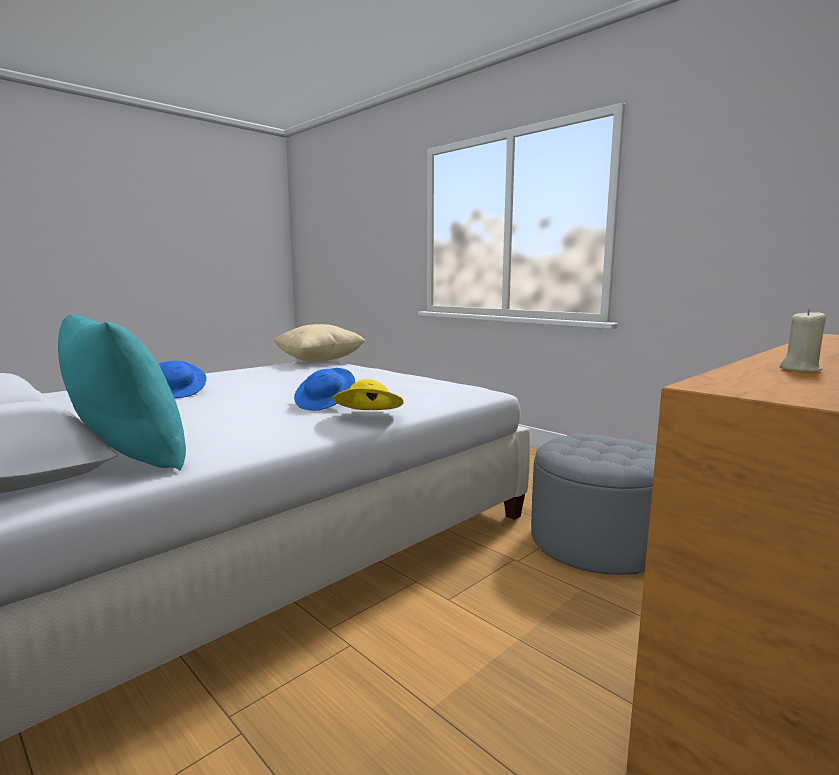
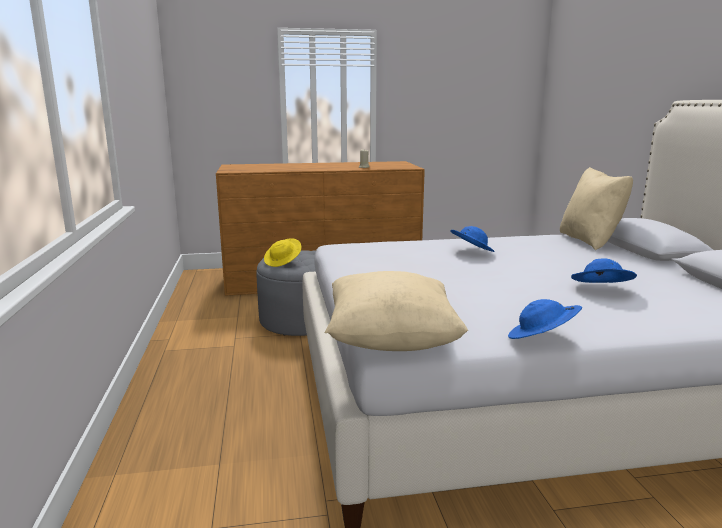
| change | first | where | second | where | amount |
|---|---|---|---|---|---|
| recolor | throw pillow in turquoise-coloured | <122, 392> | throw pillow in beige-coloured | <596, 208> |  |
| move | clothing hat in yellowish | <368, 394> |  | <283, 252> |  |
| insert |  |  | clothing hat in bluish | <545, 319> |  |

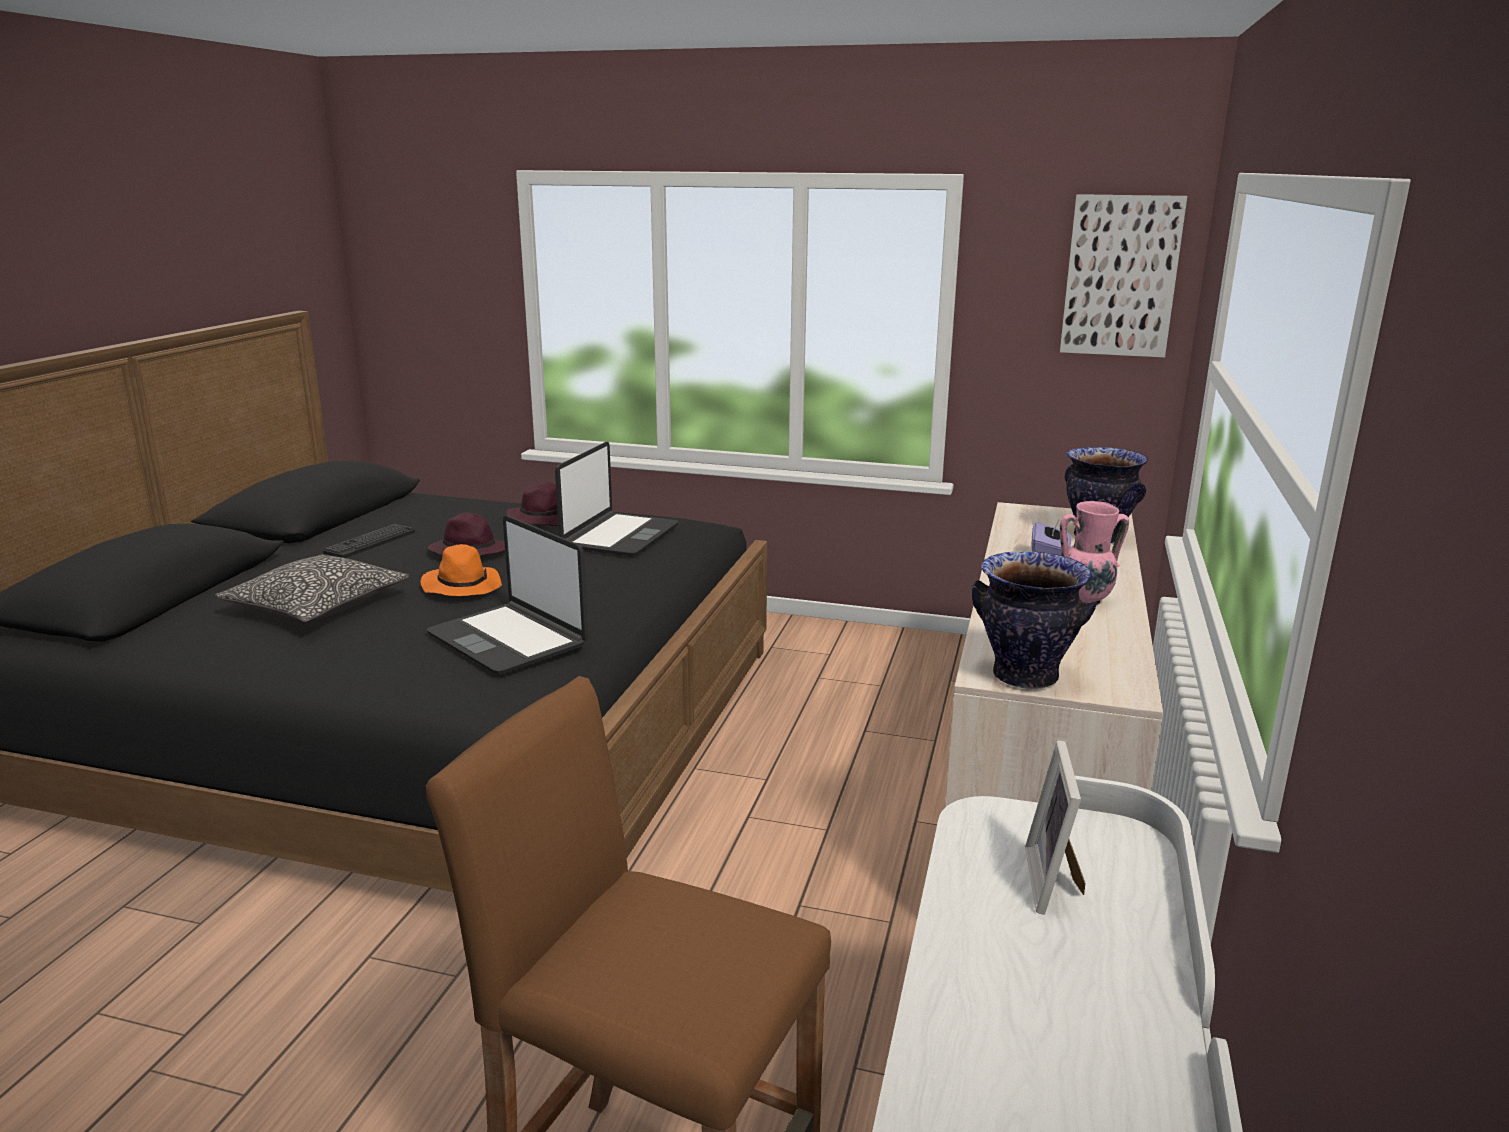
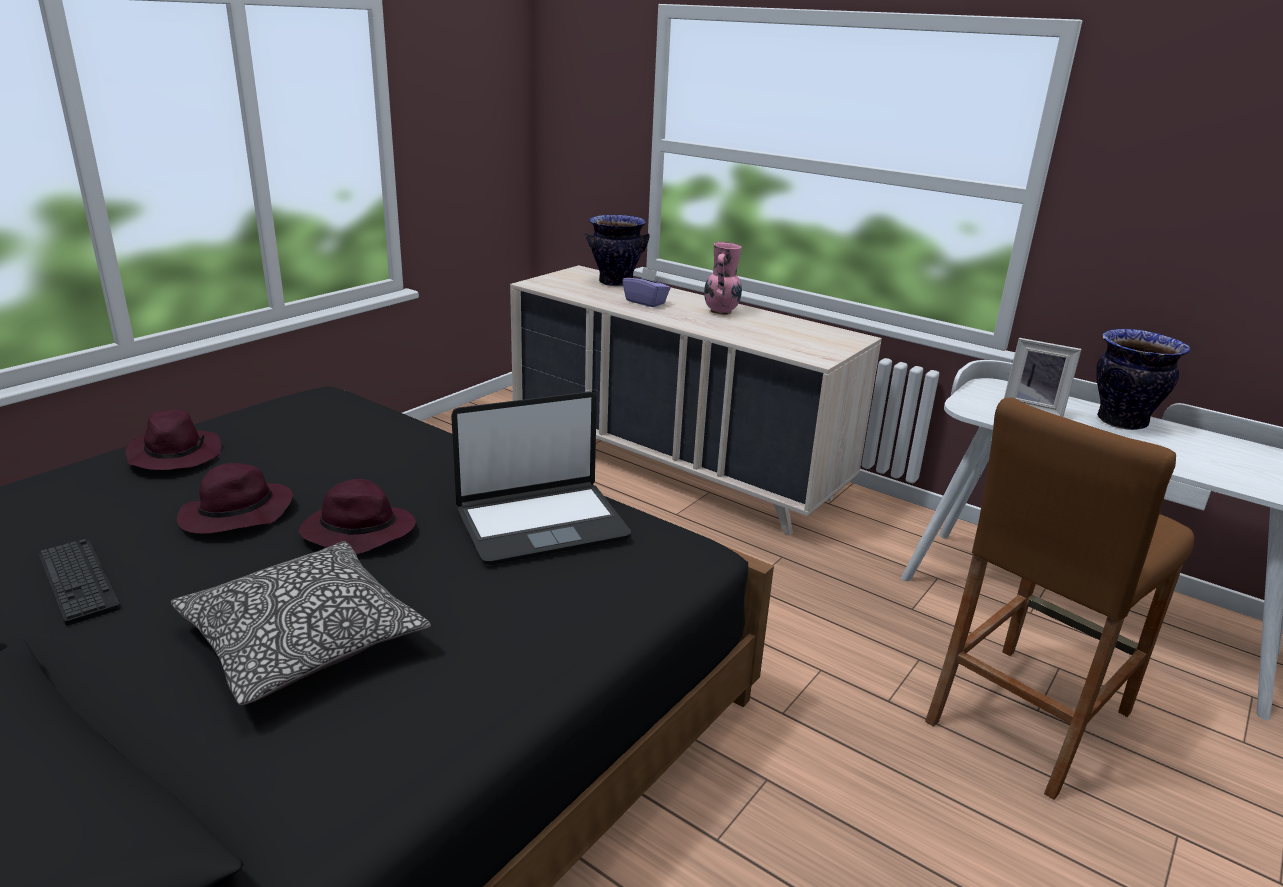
| change | first | where | second | where | amount |
|---|---|---|---|---|---|
| recolor | clothing hat in orange | <461, 570> | clothing hat in purple | <357, 516> |  |
| delete | notebook computer | <616, 499> |  |  |  |
| move | decorative vase | <1034, 620> |  | <1143, 379> |  |
| delete | wall picture | <1123, 276> |  |  |  |

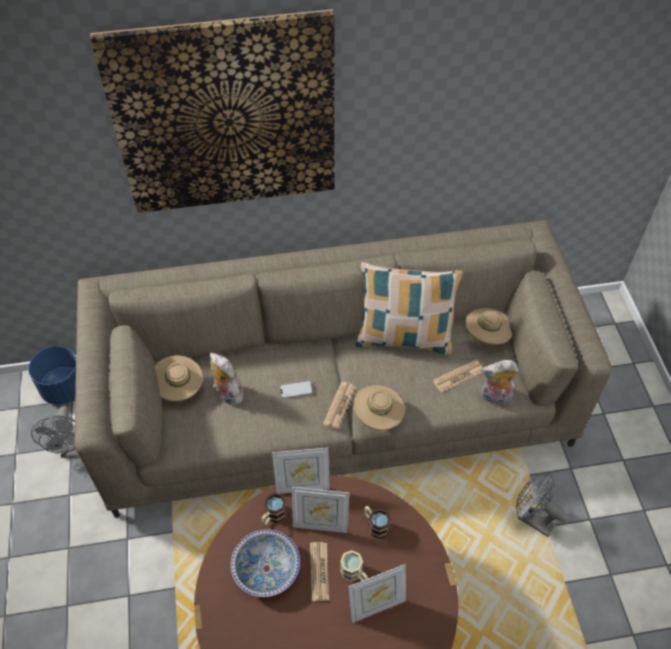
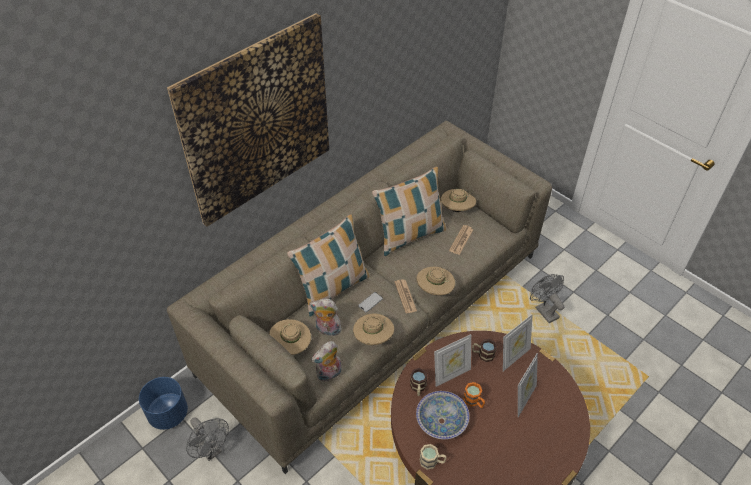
| change | first | where | second | where | amount |
|---|---|---|---|---|---|
| move | photo frame | <301, 471> |  | <518, 342> |  |
| replace | daily paper | <320, 571> | mug in orange | <474, 395> |  |
| move | mug in beige-coloured | <354, 565> |  | <433, 457> |  |
| move | cuddly toy | <499, 382> |  | <326, 361> |  |
| rotate | cooling fan in gray | <542, 505> |  | <547, 298> | 60 degrees clockwise |
| insert |  |  | throw pillow | <328, 265> |  |
| insert |  |  | clothing hat in beige-coloured | <373, 329> |  |

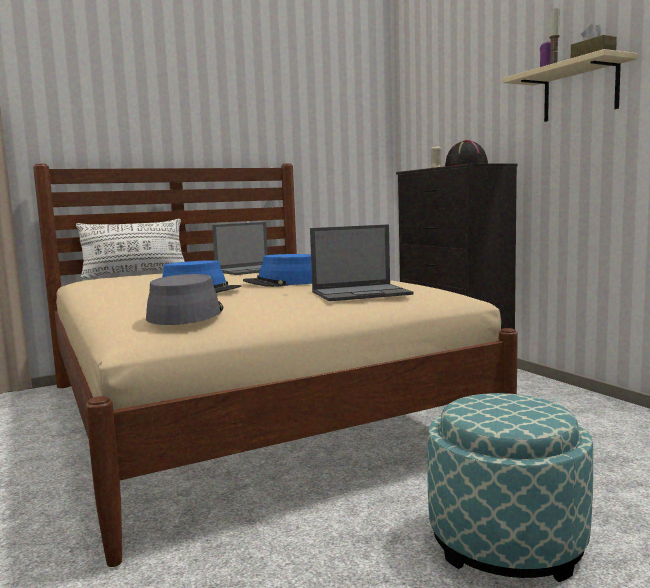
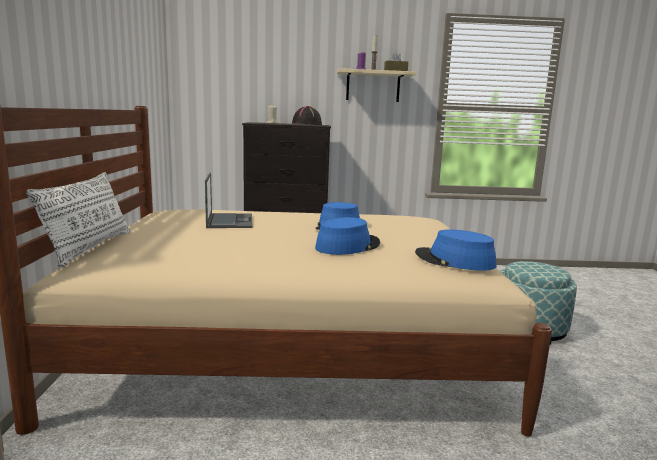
| change | first | where | second | where | amount |
|---|---|---|---|---|---|
| recolor | clothing hat in gray | <185, 299> | clothing hat in bluish | <455, 250> |  |
| delete | notebook computer | <361, 262> |  |  |  |

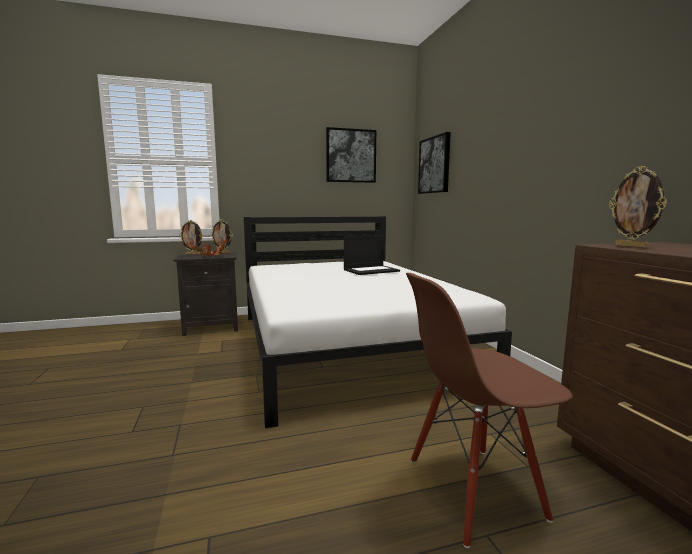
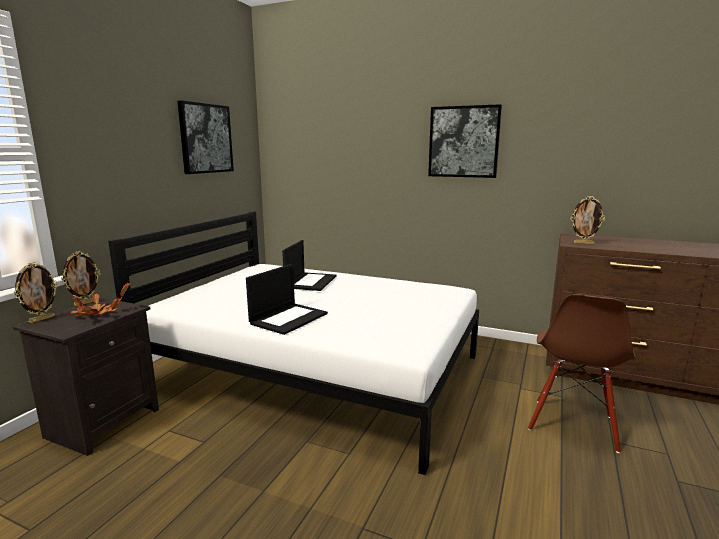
| change | first | where | second | where | amount |
|---|---|---|---|---|---|
| move | wall picture | <434, 163> |  | <465, 141> |  |
| insert |  |  | notebook computer | <287, 299> |  |

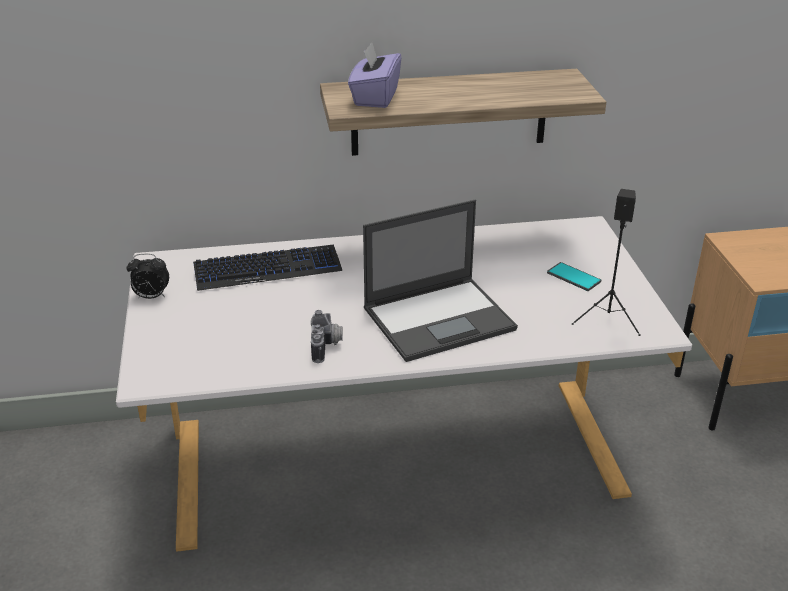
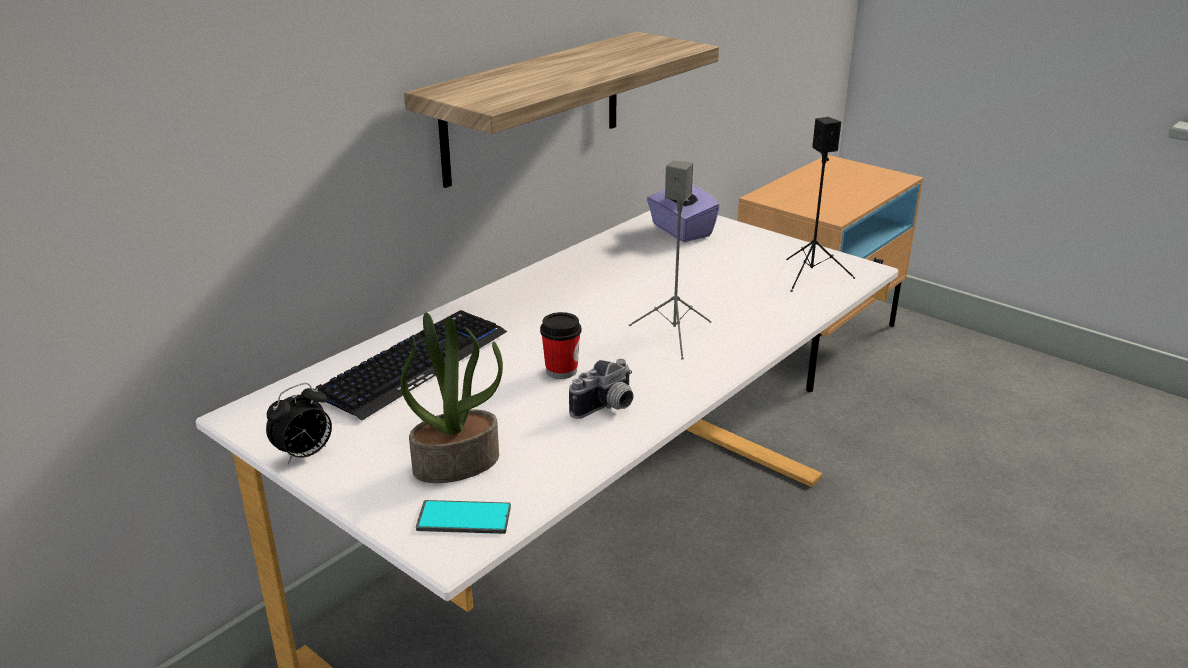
| change | first | where | second | where | amount |
|---|---|---|---|---|---|
| rotate | still camera | <327, 336> |  | <601, 389> | 90 degrees clockwise |
| move | tissue box in purple | <374, 75> |  | <683, 213> |  |
| replace | notebook computer | <440, 281> | loudspeaker in gray | <670, 260> |  |
| move | handset | <574, 276> |  | <463, 517> |  |
| insert |  |  | plant in a pot | <451, 398> |  |
| insert |  |  | cup | <560, 345> |  |

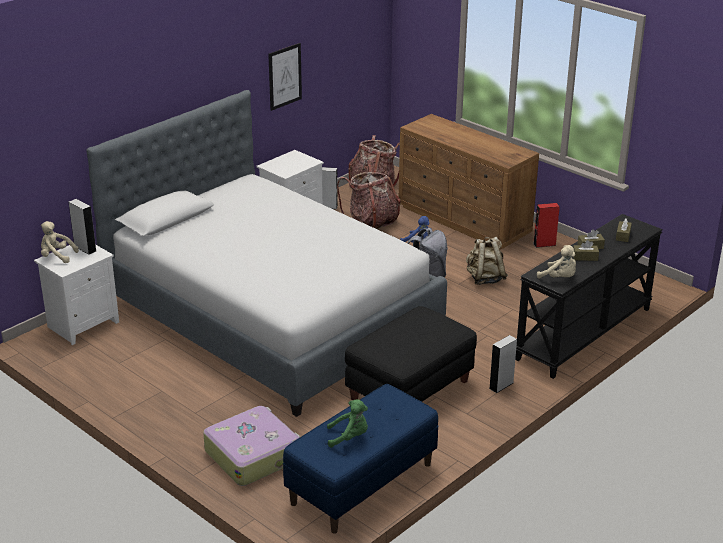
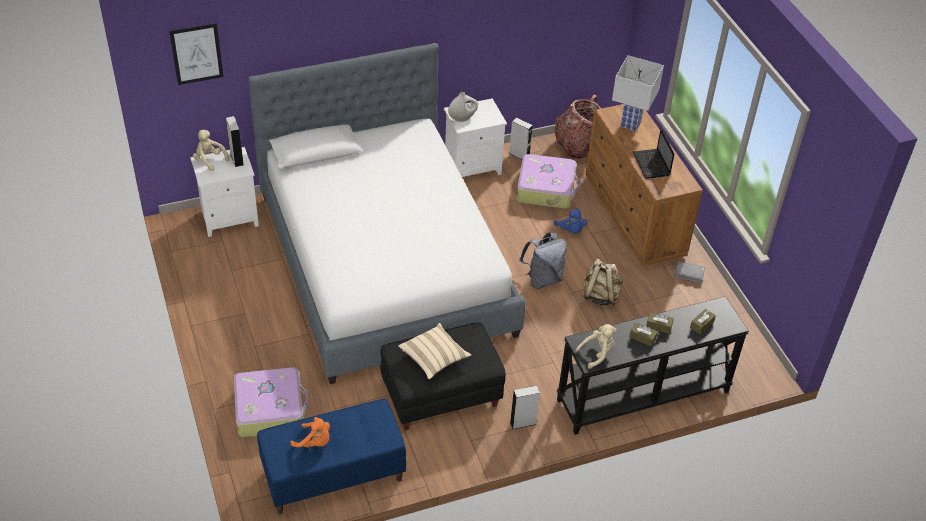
| change | first | where | second | where | amount |
|---|---|---|---|---|---|
| move | wall picture | <285, 77> |  | <196, 54> |  |
| recolor | cuddly toy in green-coloured | <347, 424> | cuddly toy in orange | <310, 432> |  |
| replace | rucksack | <368, 196> | suitcase | <548, 181> |  |
| replace | loudspeaker in reddish | <546, 225> | book in gray | <689, 272> |  |
| rotate | cuddly toy in beige-coloured | <556, 262> |  | <596, 346> | 90 degrees counterclockwise |
| insert |  |  | throw pillow in beige-coloured | <434, 351> |  |
| insert |  |  | decorative vase in whitish | <463, 107> |  |
| insert |  |  | tabletop lamp in whitish | <638, 93> |  |
| insert |  |  | notebook computer | <653, 154> |  |

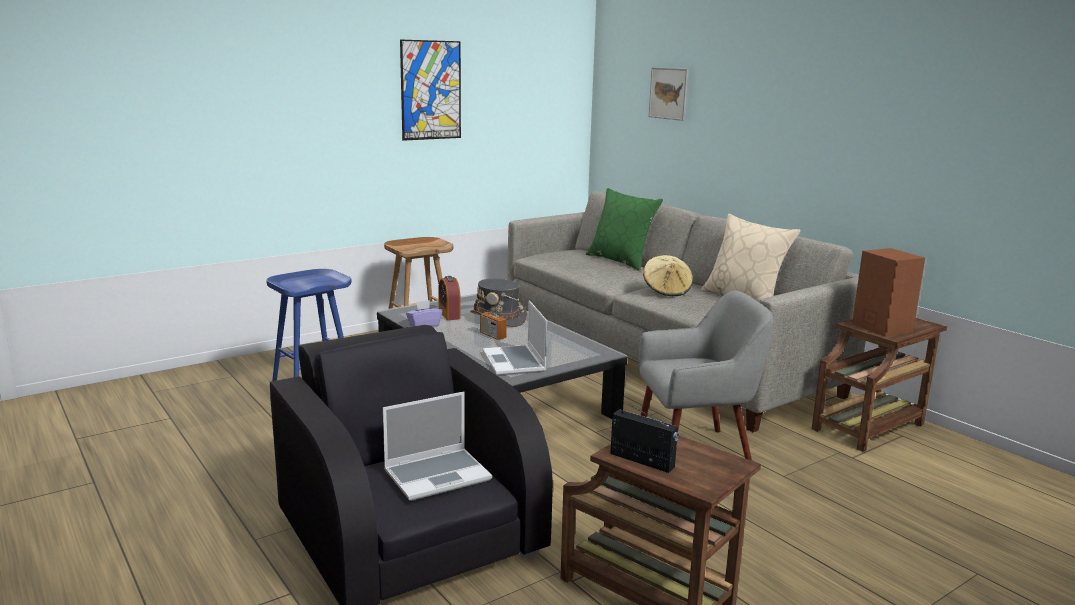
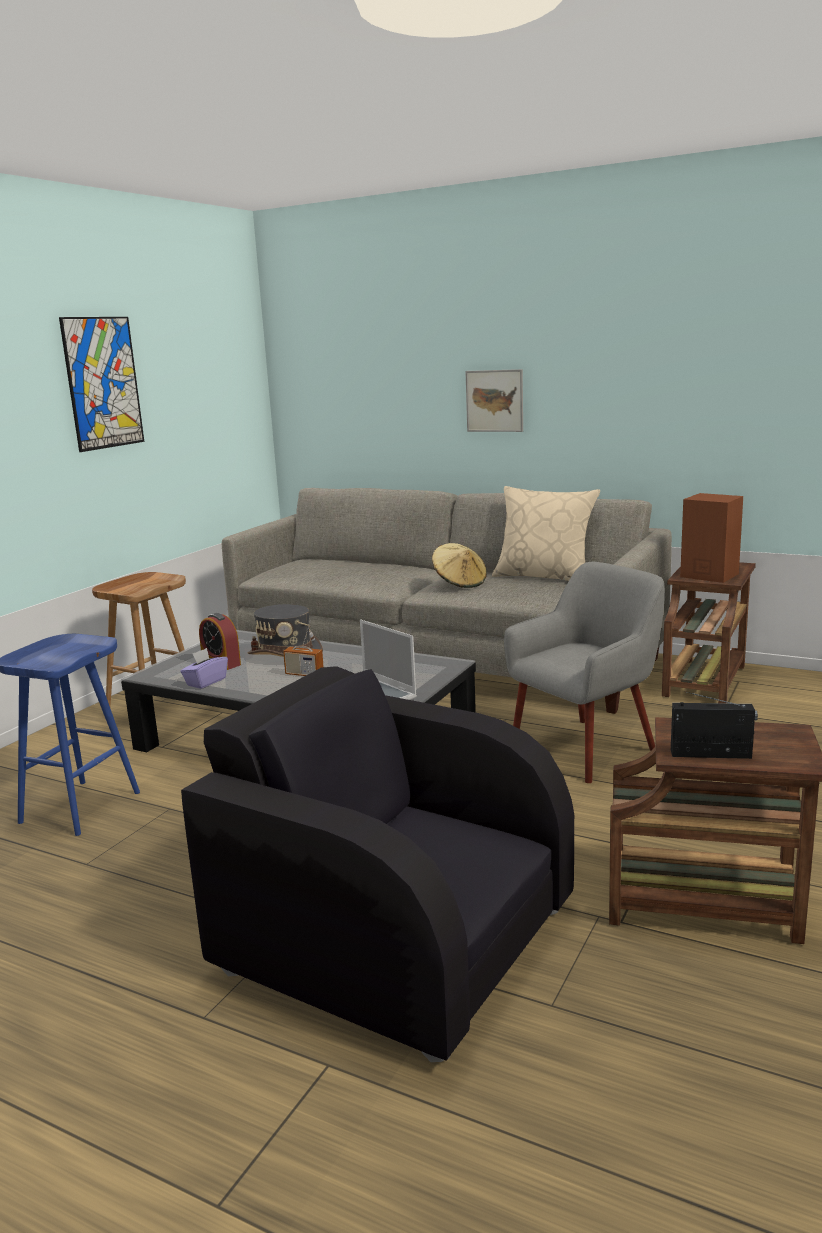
| change | first | where | second | where | amount |
|---|---|---|---|---|---|
| delete | notebook computer | <437, 446> |  |  |  |
| delete | throw pillow in green-coloured | <624, 229> |  |  |  |
| move | wall picture | <668, 94> |  | <494, 400> |  |

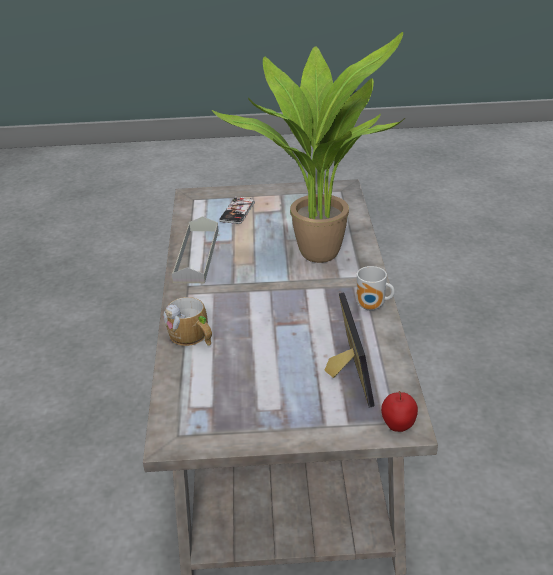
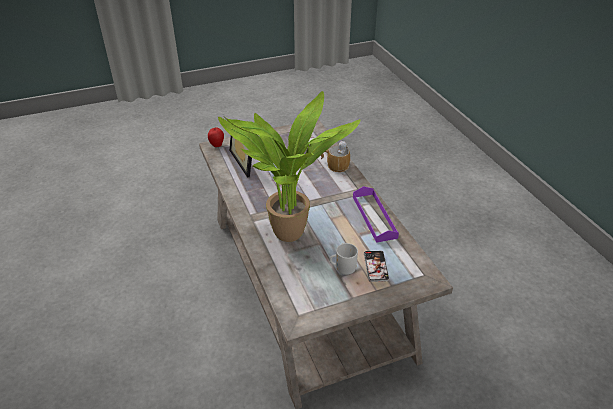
| change | first | where | second | where | amount |
|---|---|---|---|---|---|
| recolor | carrying tray in gray | <195, 249> | carrying tray in purple | <376, 214> |  |
| move | mug | <376, 288> |  | <343, 259> |  |

